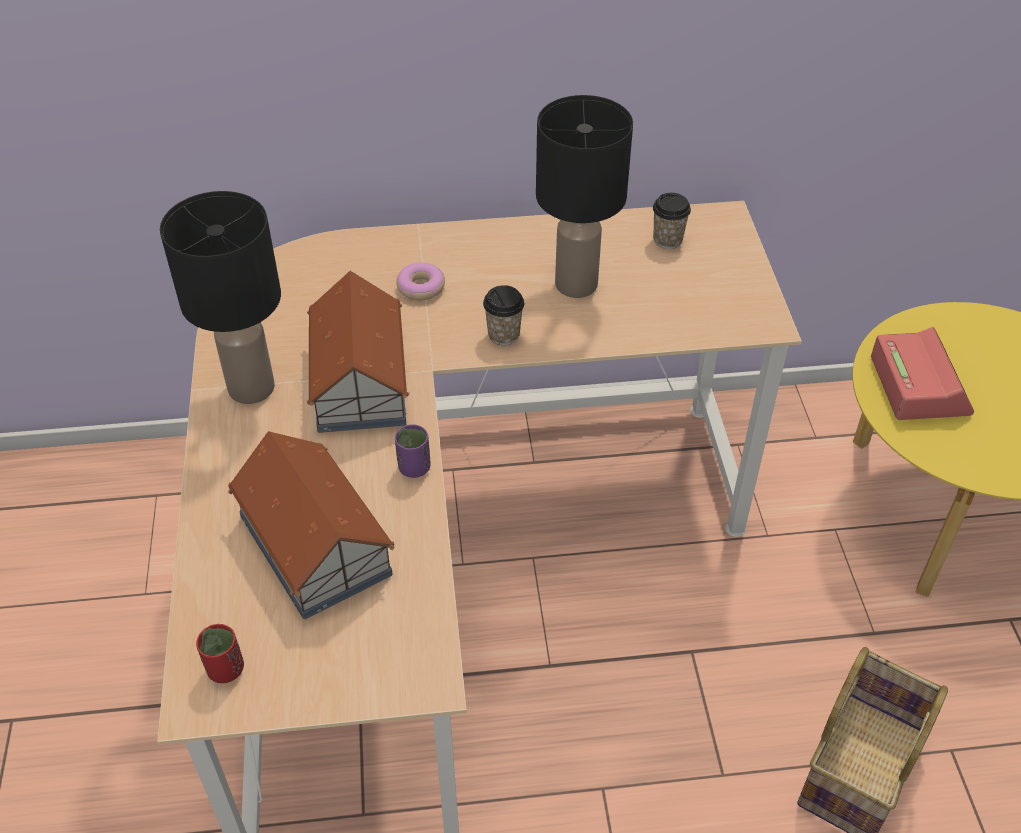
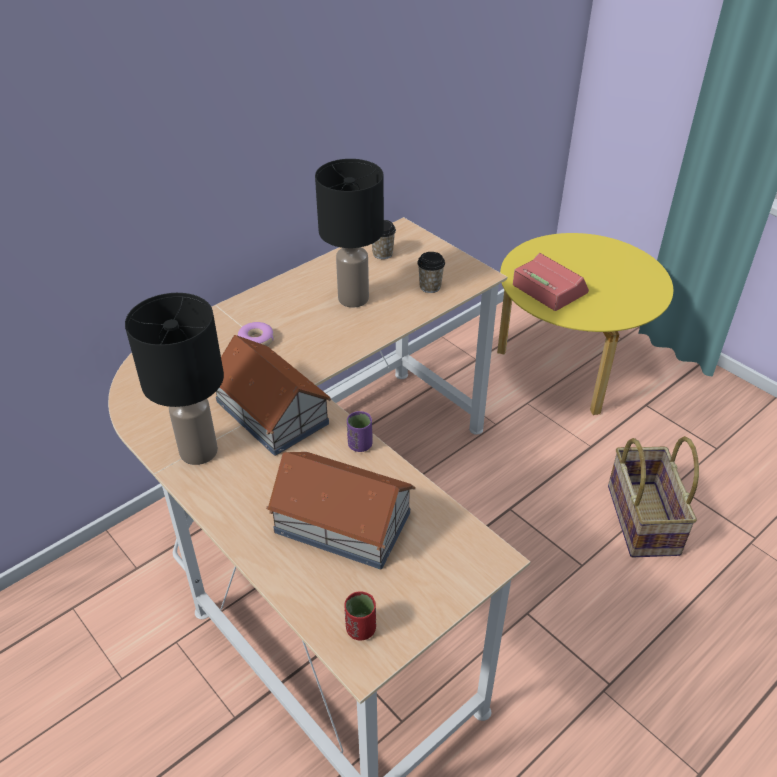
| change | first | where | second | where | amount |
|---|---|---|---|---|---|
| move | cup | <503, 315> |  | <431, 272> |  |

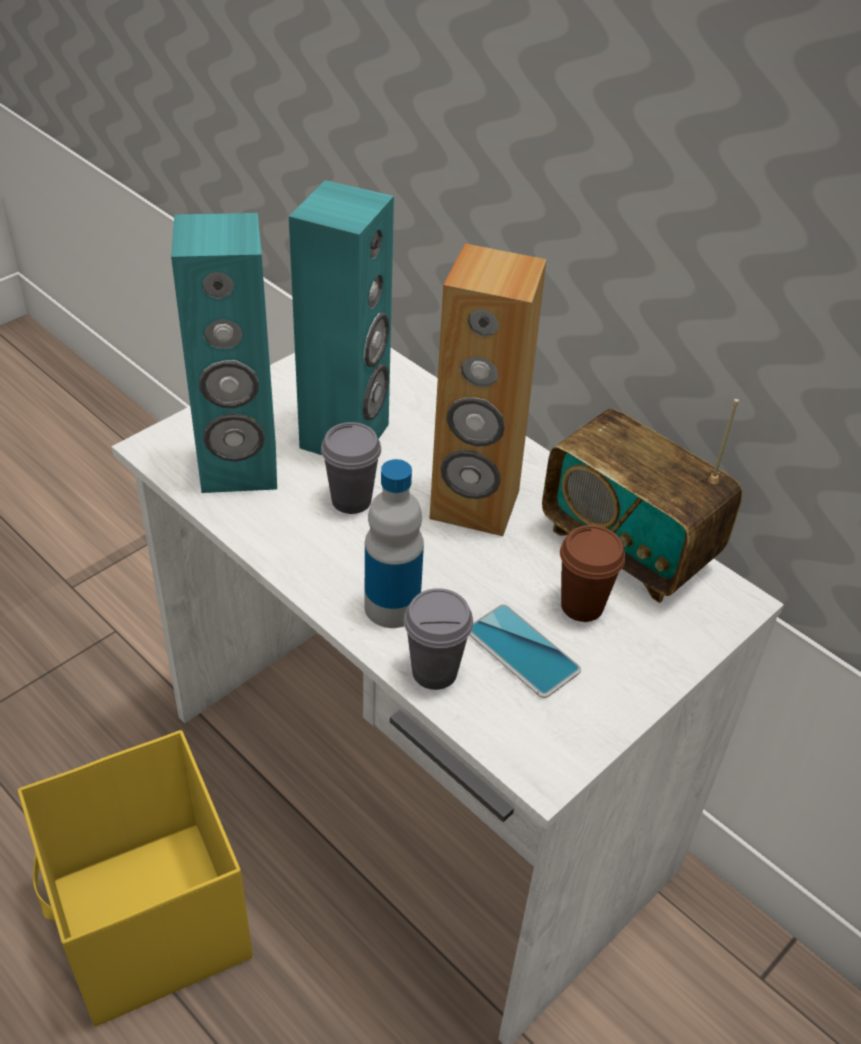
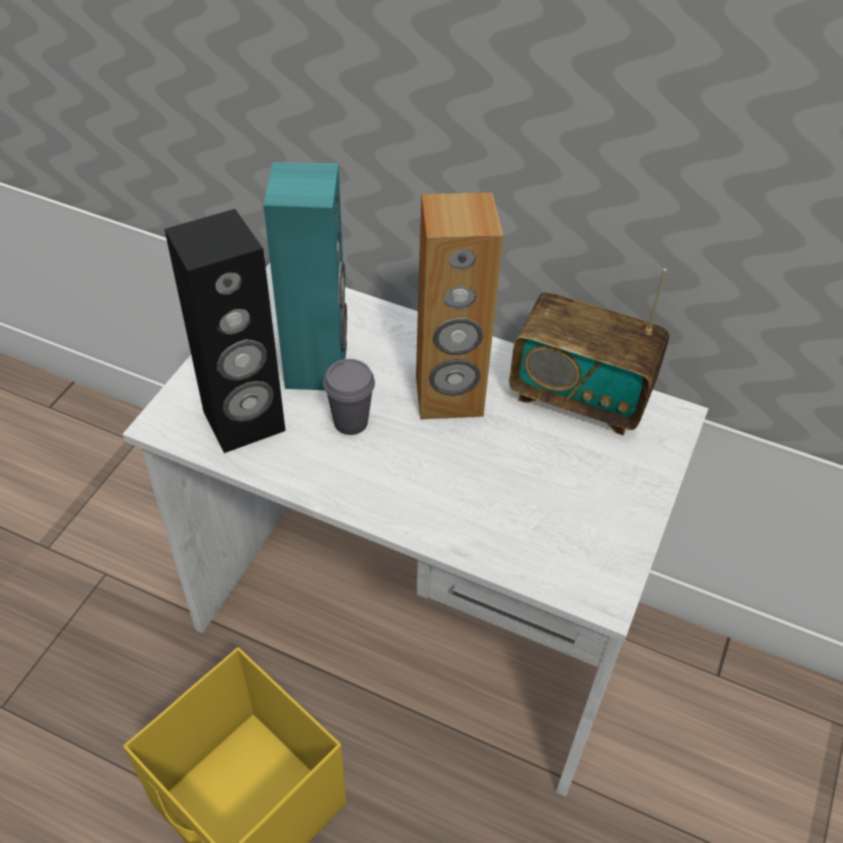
| change | first | where | second | where | amount |
|---|---|---|---|---|---|
| recolor | loudspeaker in turquoise-coloured | <224, 353> | loudspeaker in black | <225, 331> |  |
| delete | bottle | <394, 543> |  |  |  |
| delete | cup in gray | <438, 639> |  |  |  |
| delete | handset | <525, 651> |  |  |  |
| delete | cup in brownish | <592, 573> |  |  |  |

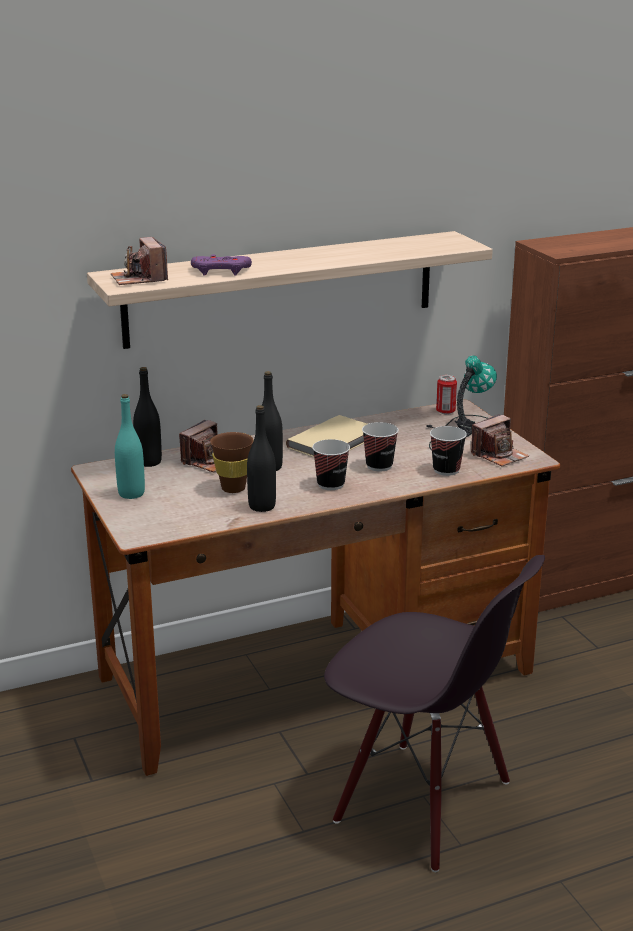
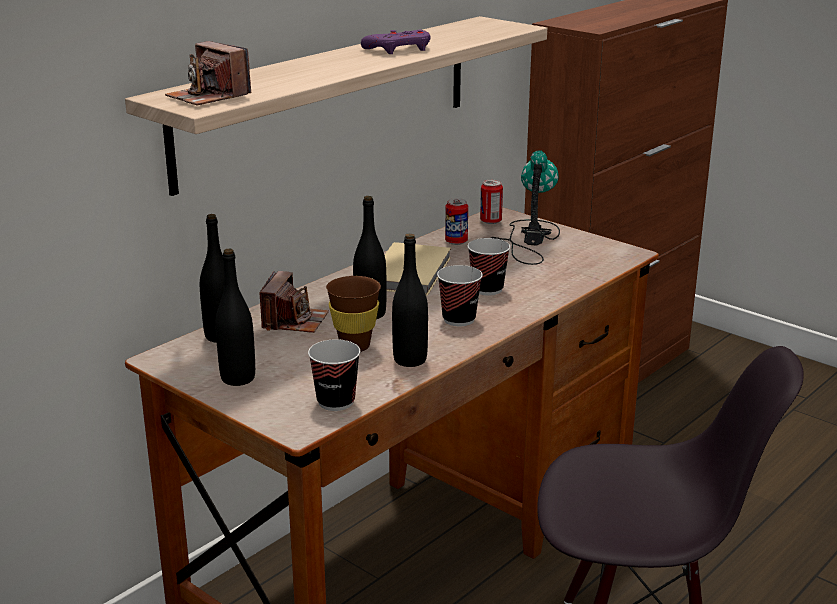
| change | first | where | second | where | amount |
|---|---|---|---|---|---|
| recolor | bottle in turquoise-coloured | <130, 446> | bottle in black | <235, 317> |  |
| move | game controller in purple | <221, 265> |  | <396, 41> |  |
| move | cup | <448, 451> |  | <334, 375> |  |
| delete | still camera | <500, 440> |  |  |  |
| insert |  |  | sealed can | <456, 221> |  |

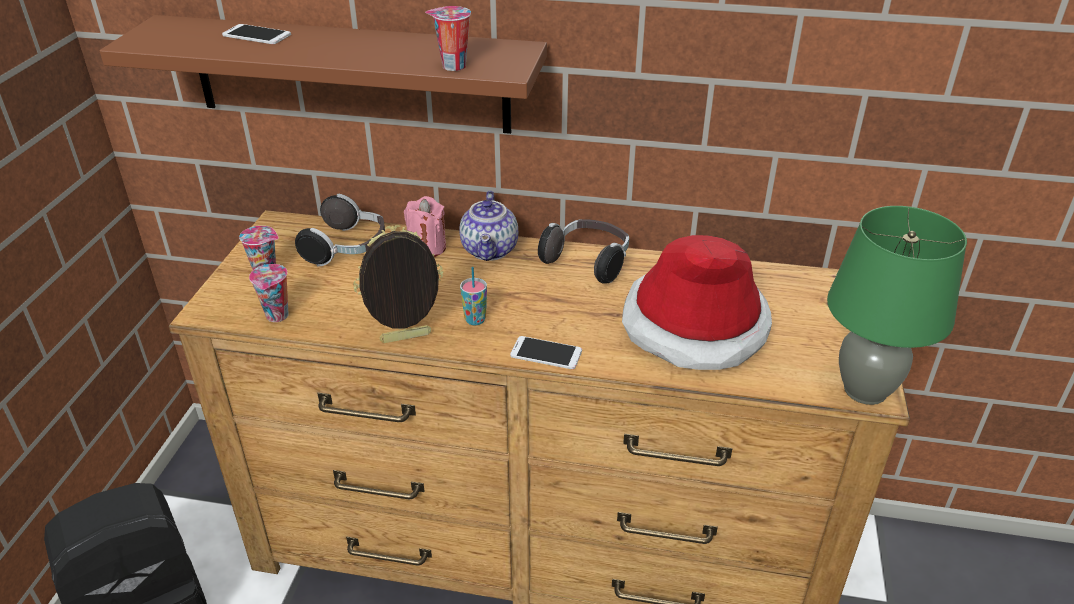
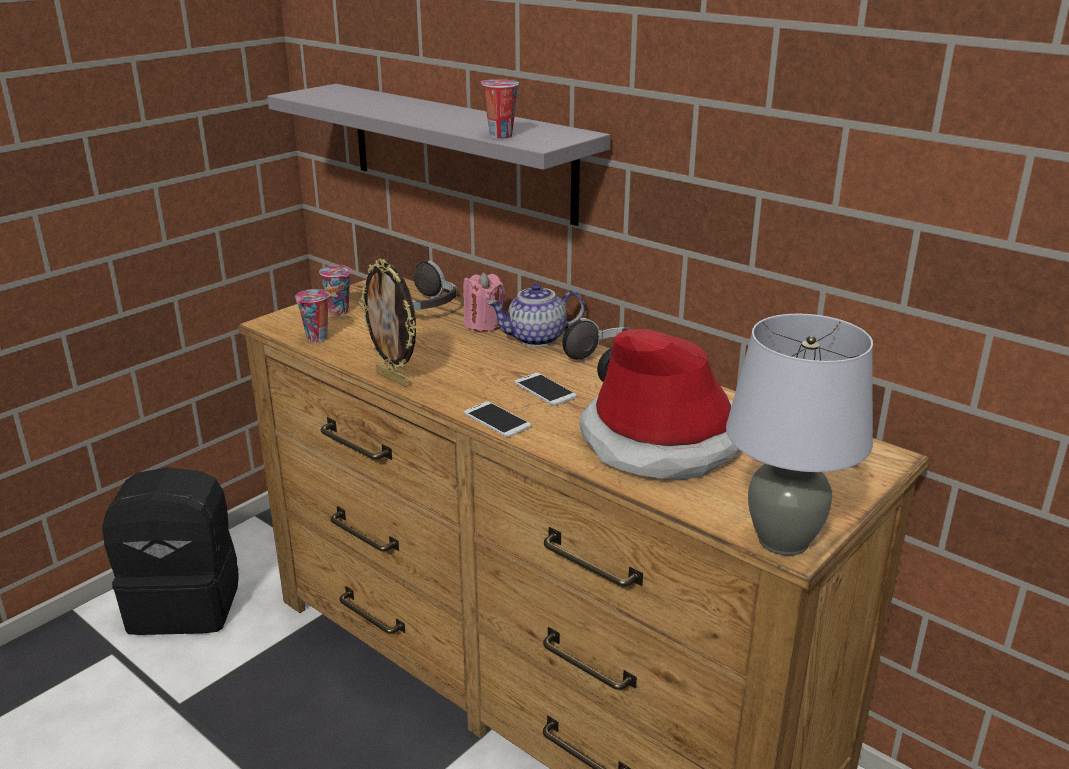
| change | first | where | second | where | amount |
|---|---|---|---|---|---|
| recolor | shelf in brownish | <323, 74> | shelf in gray | <438, 155> |  |
| move | handset | <256, 34> |  | <546, 389> |  |
| rotate | photo frame | <398, 284> |  | <387, 323> | 150 degrees counterclockwise |
| rotate | pot for tea | <488, 226> |  | <536, 315> | 45 degrees clockwise |
| delete | cup | <473, 296> |  |  |  |
| recolor | tabletop lamp in green-coloured | <897, 305> | tabletop lamp in gray | <799, 435> |  |

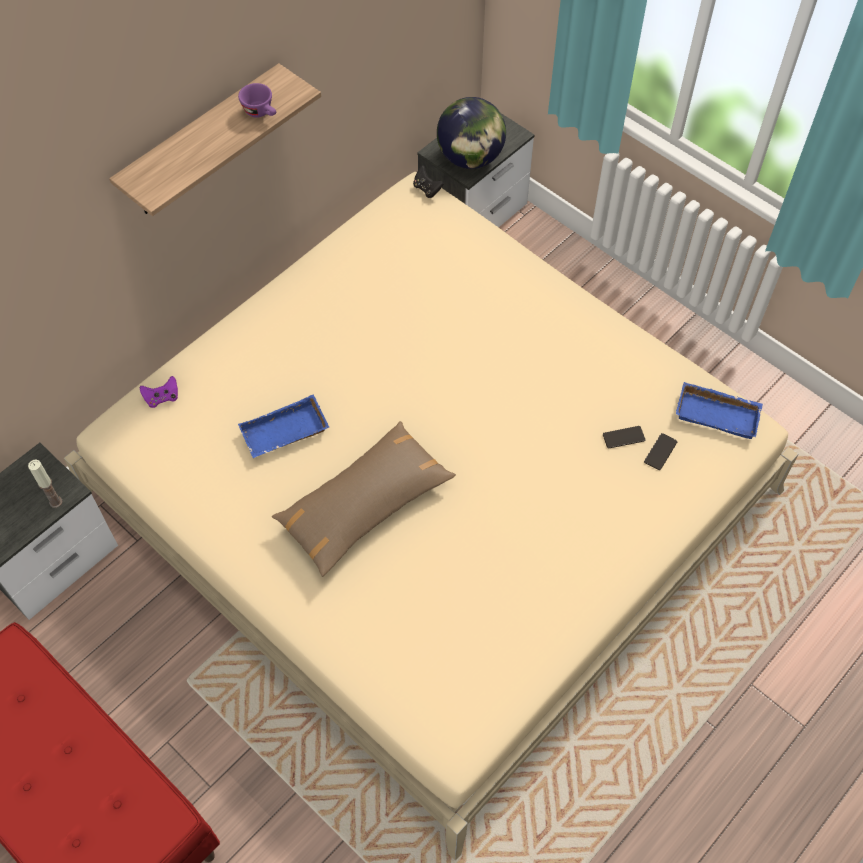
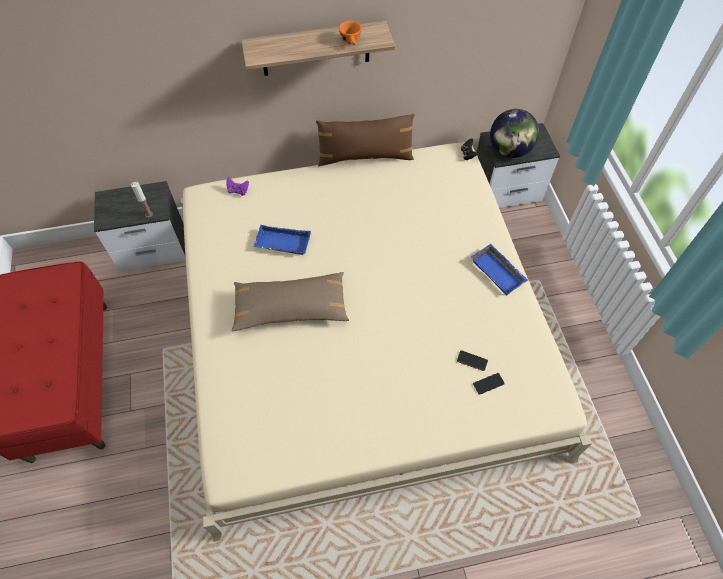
| change | first | where | second | where | amount |
|---|---|---|---|---|---|
| recolor | cup in purple | <257, 100> | cup in orange | <350, 33> |  |
| move | carrying tray in bluish | <719, 410> |  | <499, 269> |  |
| insert |  |  | throw pillow in brownish | <365, 140> |  |

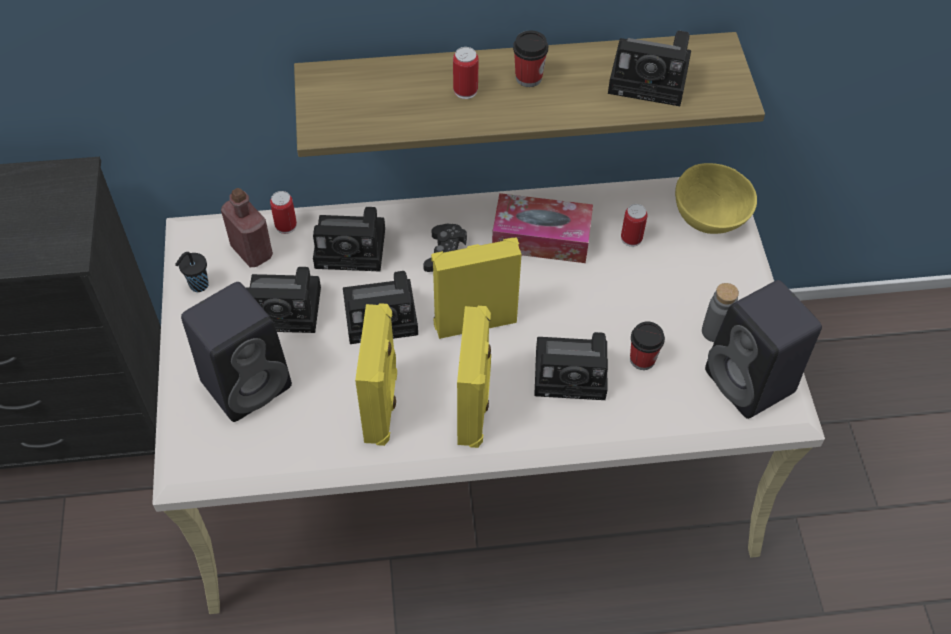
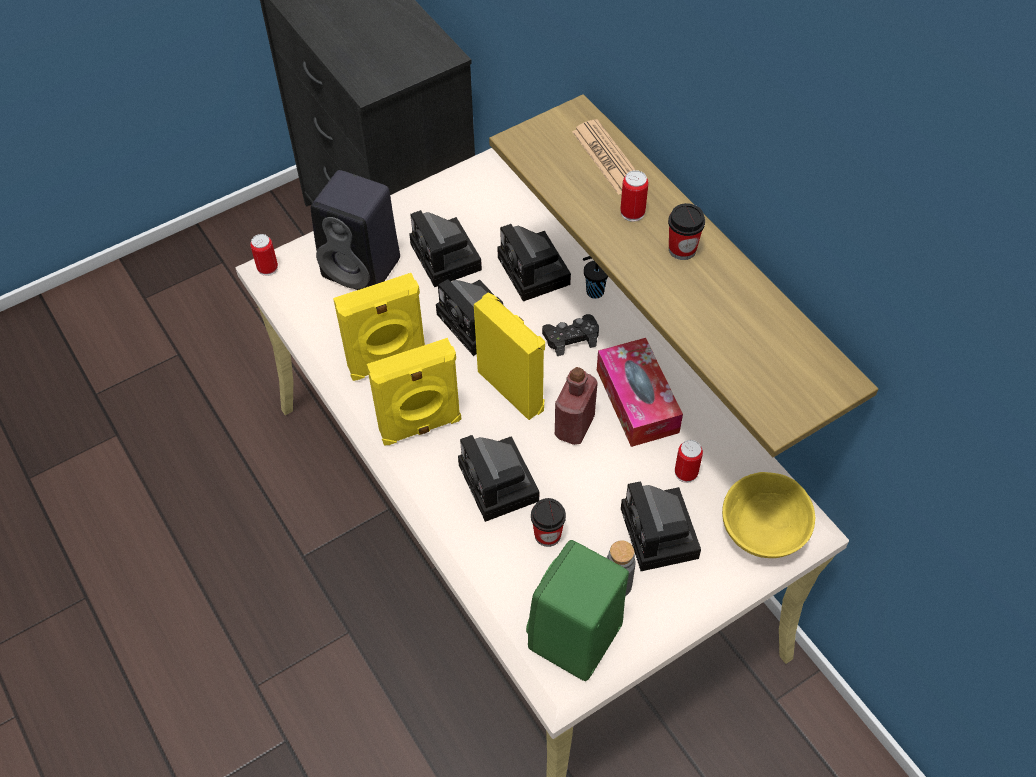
| change | first | where | second | where | amount |
|---|---|---|---|---|---|
| move | cup in black | <192, 272> |  | <595, 277> |  |
| move | bottle in reddish | <247, 227> |  | <576, 406> |  |
| move | sealed can | <283, 212> |  | <264, 255> |  |
| move | still camera | <649, 68> |  | <661, 526> |  |
| recolor | loudspeaker in black | <763, 349> | loudspeaker in green-coloured | <577, 610> |  |
| insert |  |  | daily paper | <604, 157> |  |

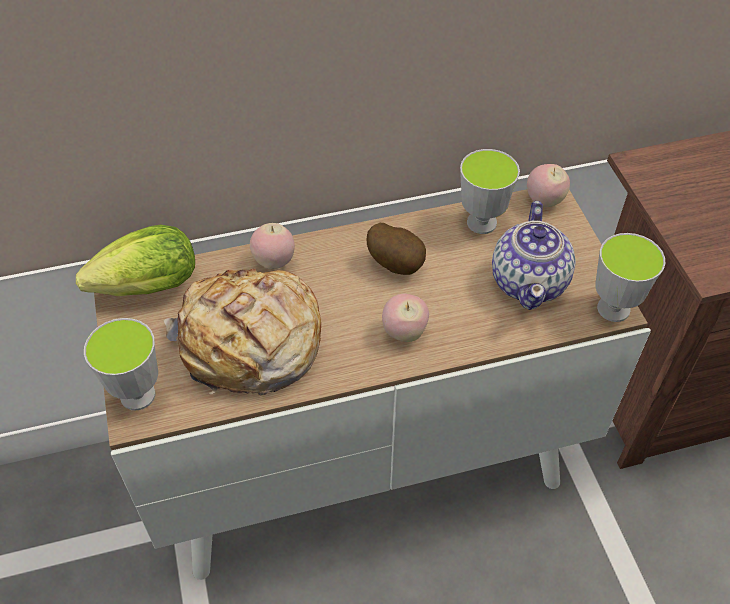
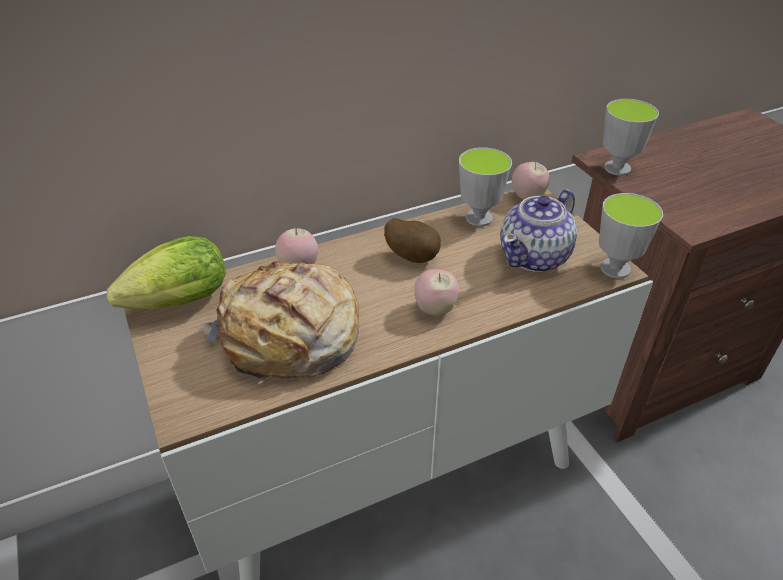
| change | first | where | second | where | amount |
|---|---|---|---|---|---|
| move | cup | <121, 364> |  | <631, 137> |  |
| rotate | pot for tea | <534, 255> |  | <538, 230> | 45 degrees clockwise |

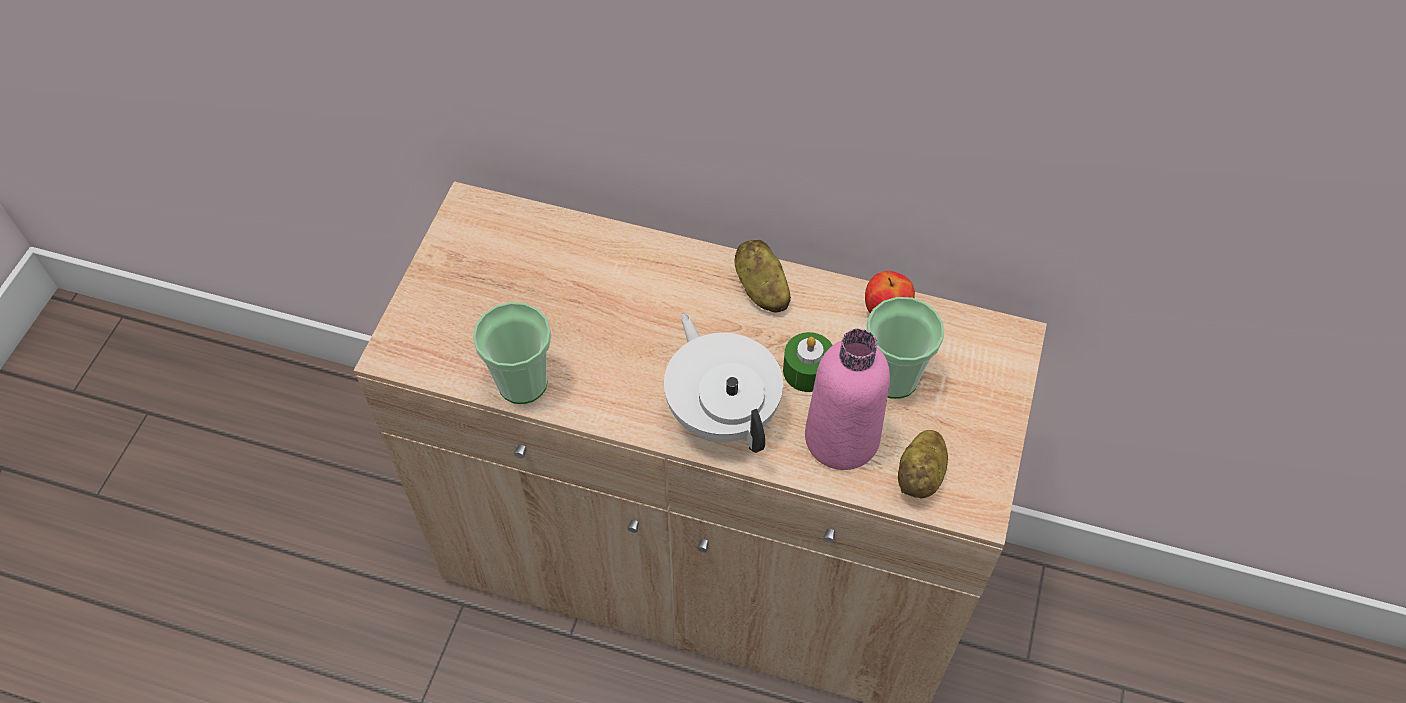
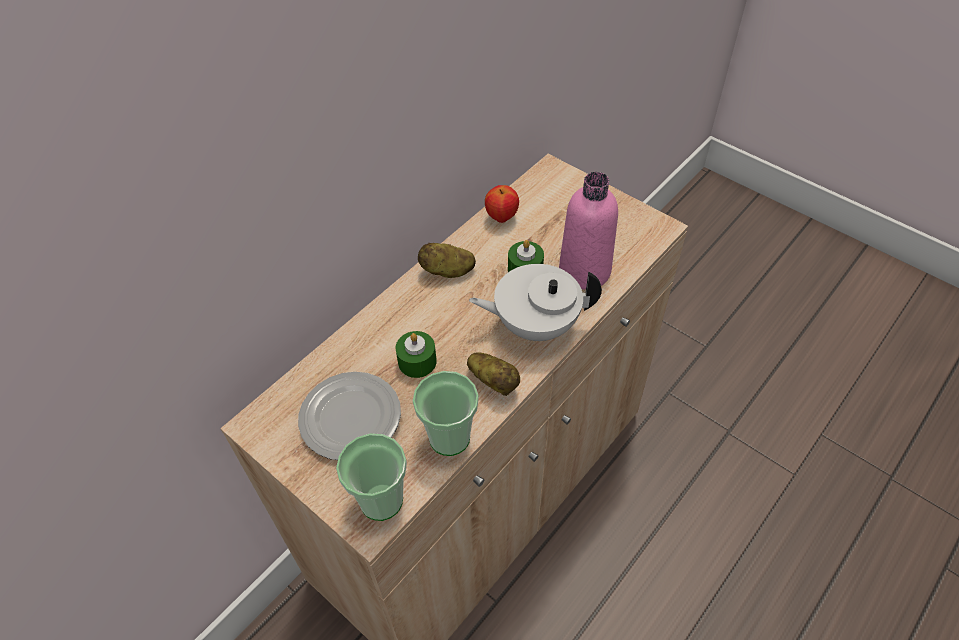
| change | first | where | second | where | amount |
|---|---|---|---|---|---|
| move | cup | <905, 348> |  | <371, 477> |  |
| move | potato | <923, 464> |  | <493, 374> |  |
| insert |  |  | dinner plate | <349, 416> |  |
| insert |  |  | wax candle in green-coloured | <416, 354> |  |

